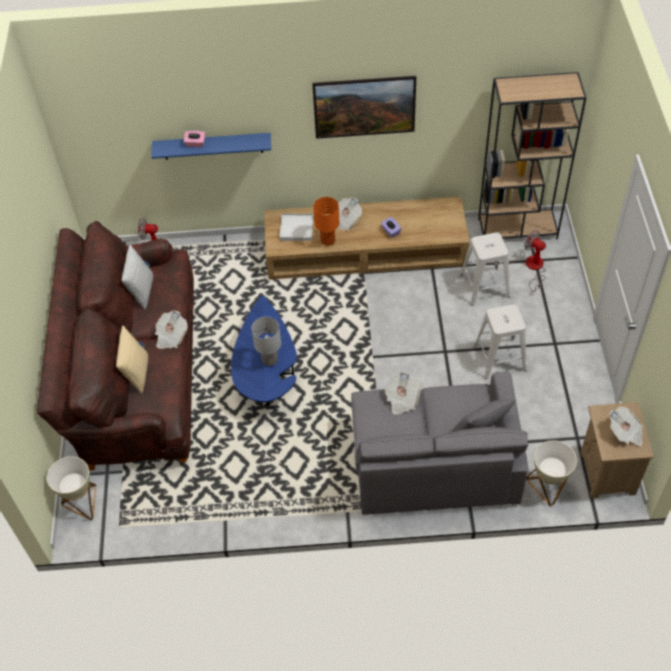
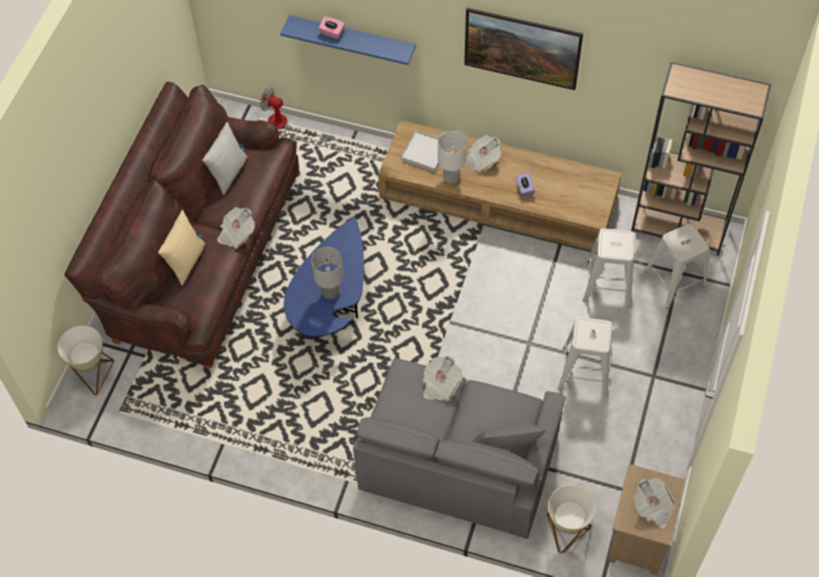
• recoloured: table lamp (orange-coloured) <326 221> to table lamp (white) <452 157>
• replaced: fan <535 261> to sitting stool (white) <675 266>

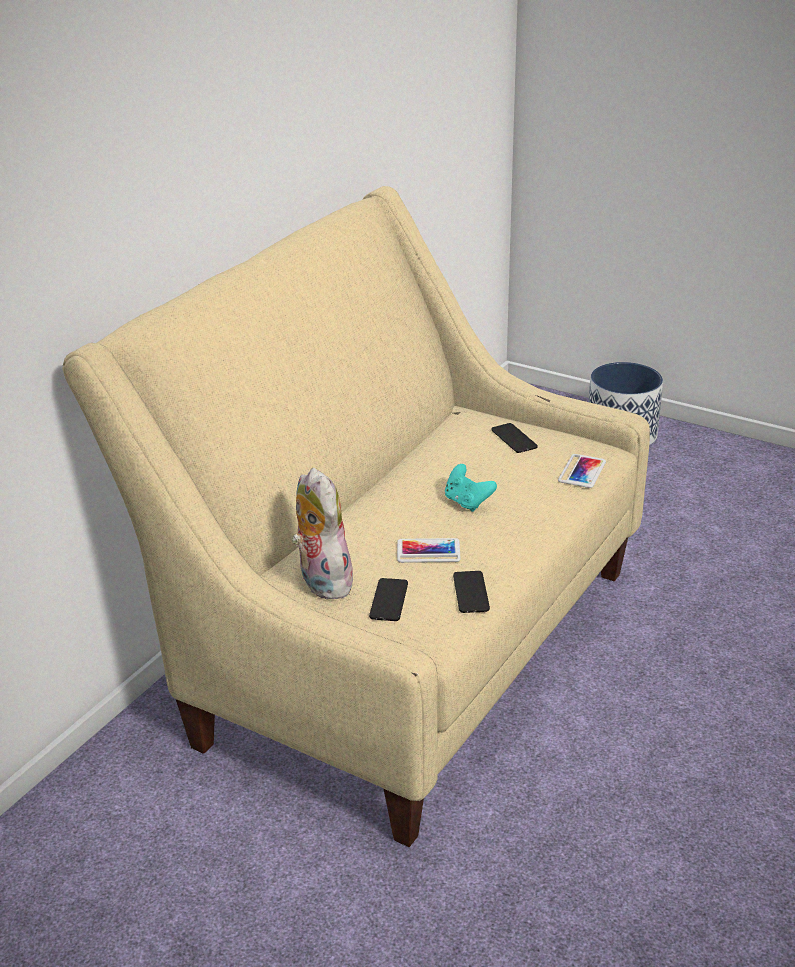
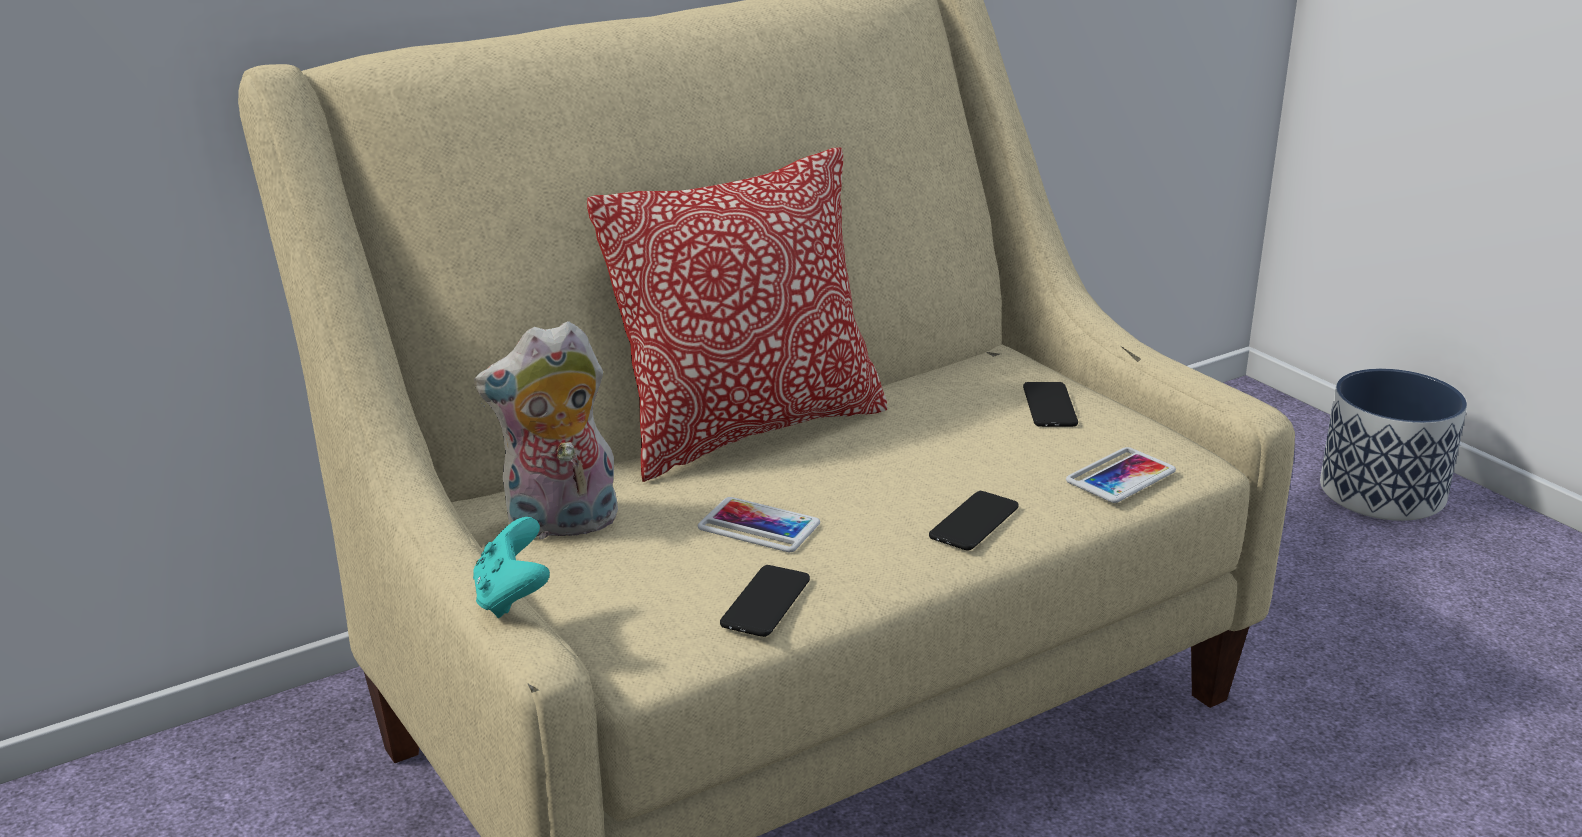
• turned: plush toy <323 534> = <546 430> 105 degrees counterclockwise
• moved: telephone <388 599> to <973 521>
• moved: gamepad (blue-green) <471 488> to <511 567>
• added: cushion <737 314>

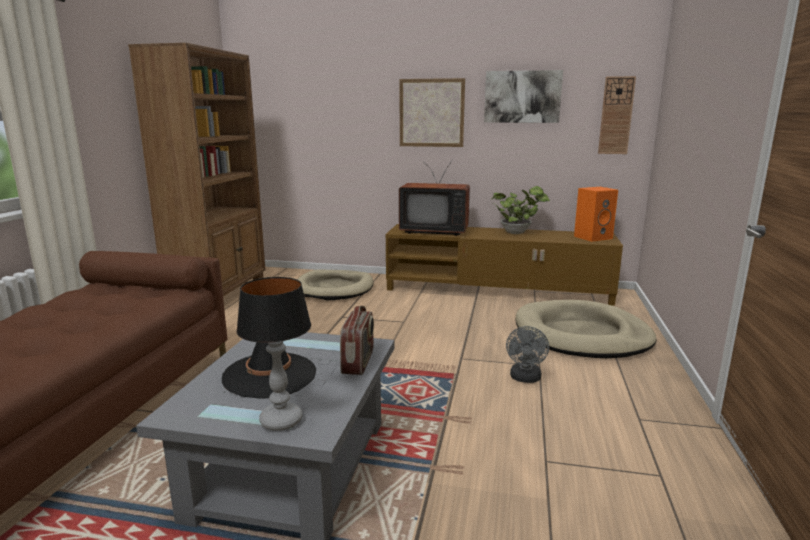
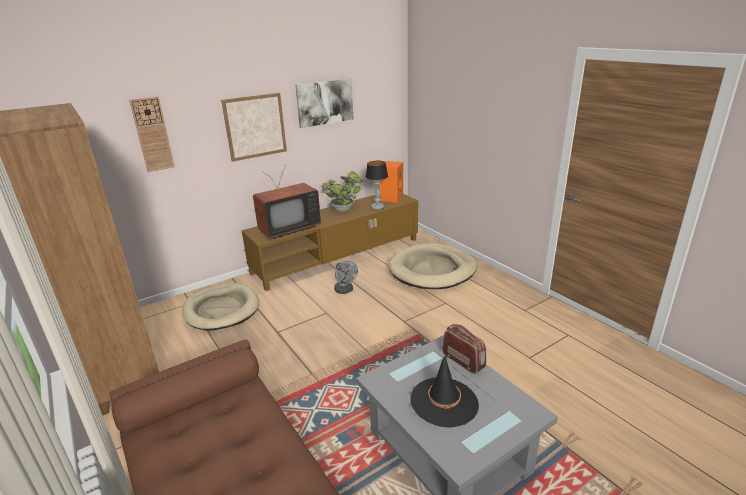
• moved: table lamp <273 354> to <376 185>
• moved: fan (greyish) <527 354> to <346 277>
• moved: hanging clock <617 115> to <152 134>

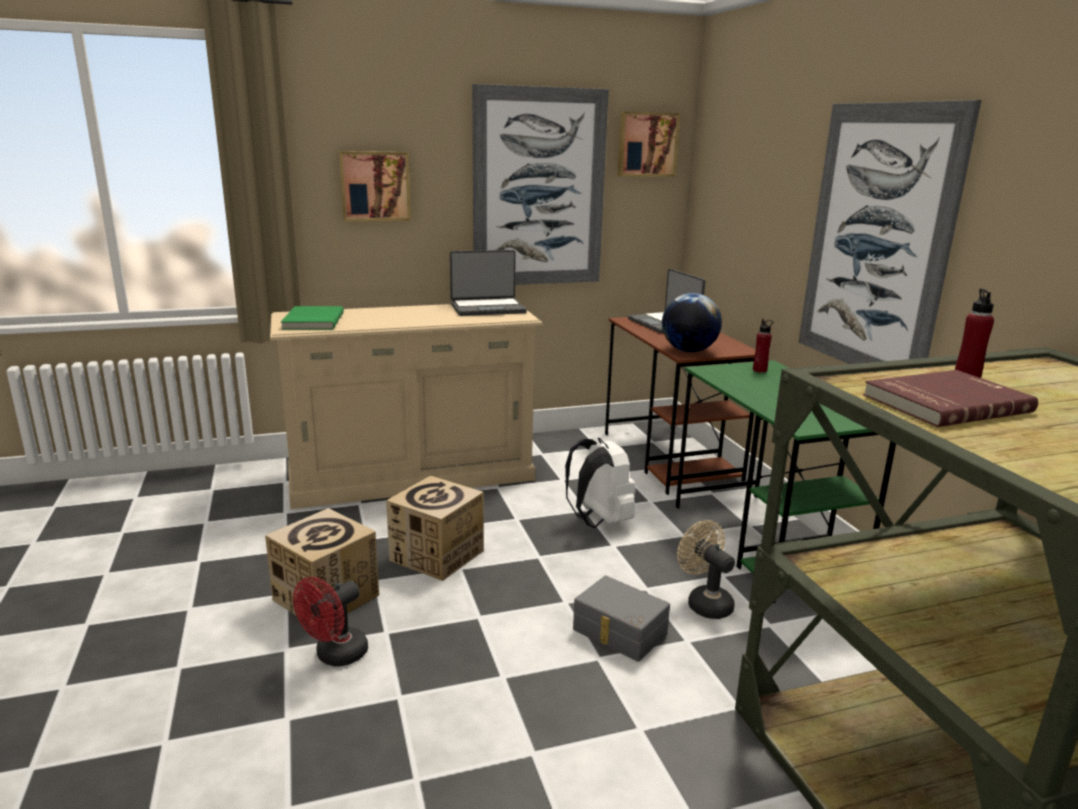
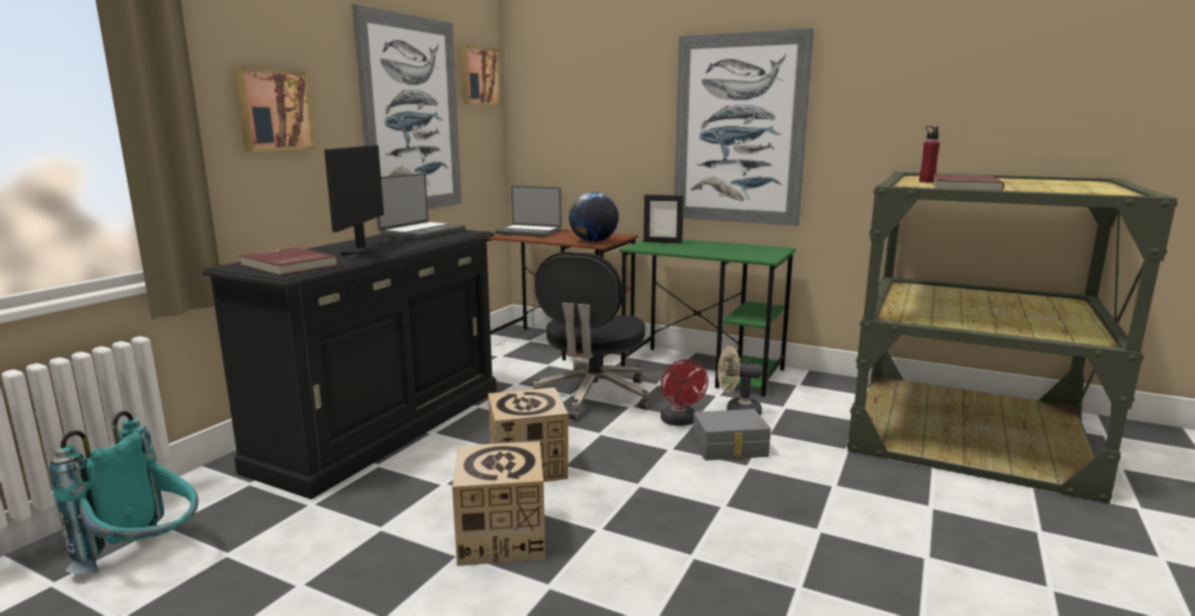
• recoloured: storage cabinet (beige) <406 406> to storage cabinet (blackish) <349 364>
• recoloured: book (green) <312 318> to book (red) <288 261>
• moved: fan (red) <330 622> to <684 393>
• replaced: rucksack (white) <600 483> to desk chair (blackish) <591 336>
• replaced: beverage bottle (red) <763 346> to photo frame <664 219>
• added: rucksack (blue-green) <123 492>
• added: computer display <363 200>

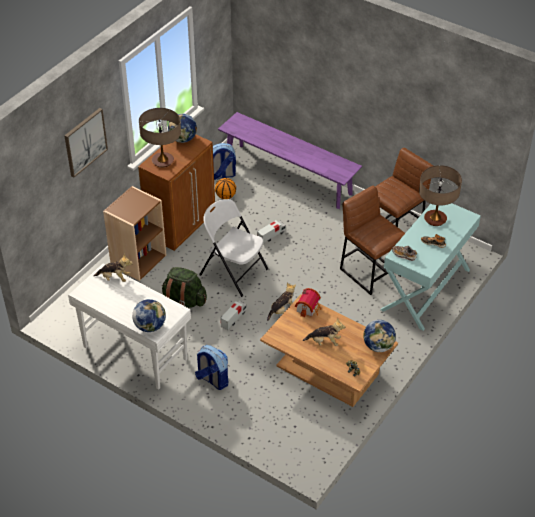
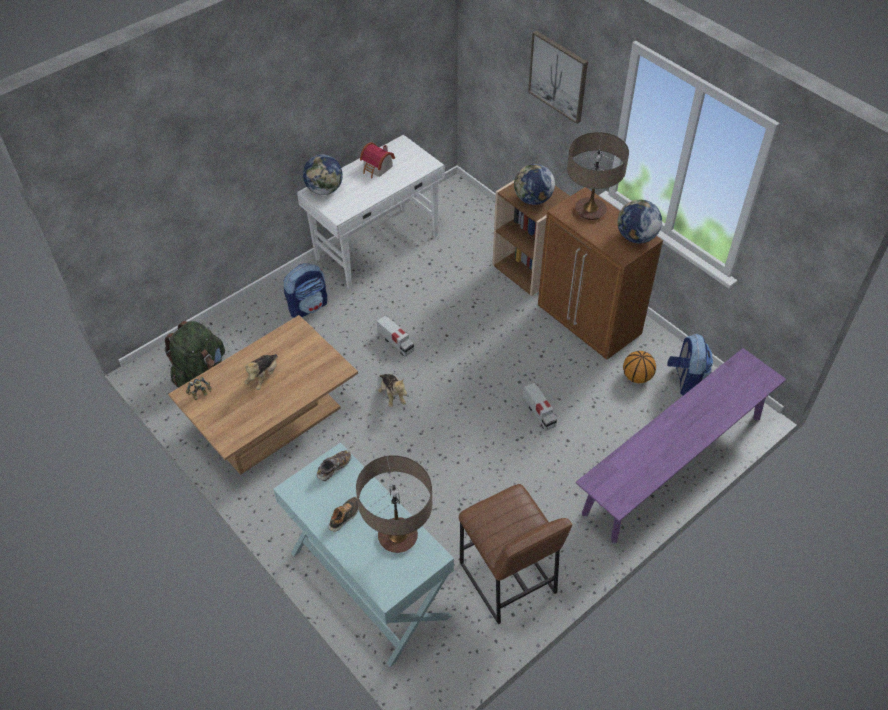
• removed: plush toy <113 268>
• moved: rucksack (green) <184 287> to <194 354>
• removed: plain chair (white) <233 248>
• moved: miniature house <308 303> to <377 160>
• removed: plain chair (brown-coloured) <372 240>
• moved: world globe <379 336> to <534 184>

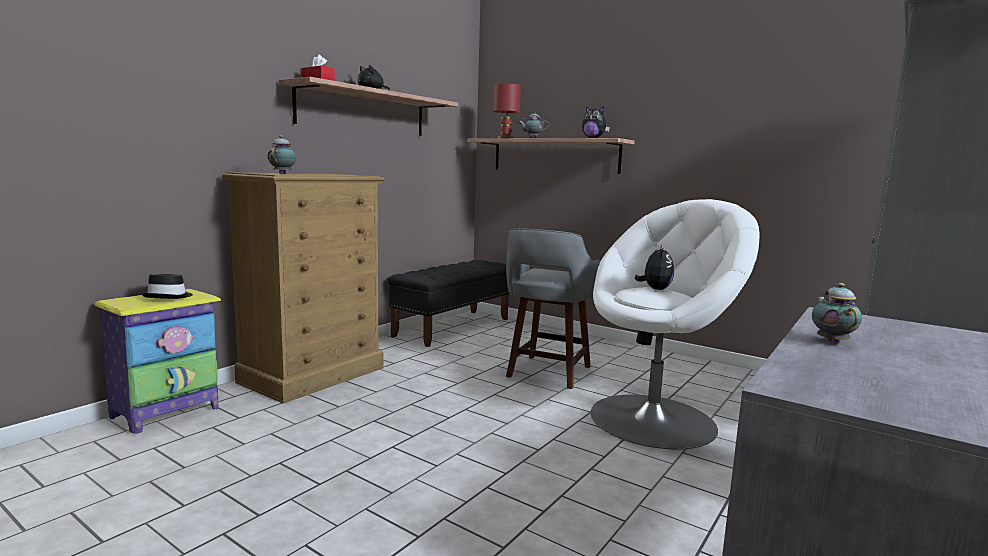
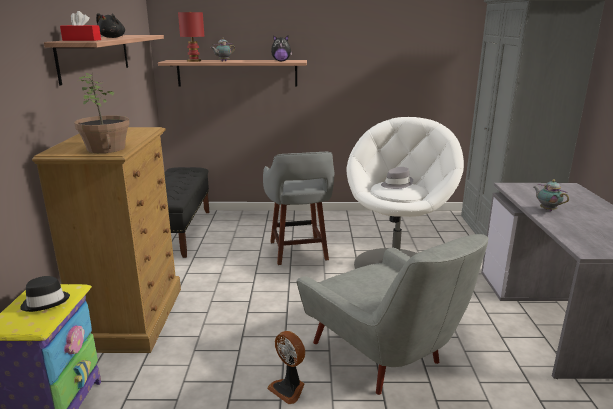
• replaced: tea pot <281 154> to plant in a pot <102 113>
• replaced: plush toy <654 268> to wearable hat (greyish) <397 178>
• added: fan <286 367>
• added: armchair (greyish) <392 314>

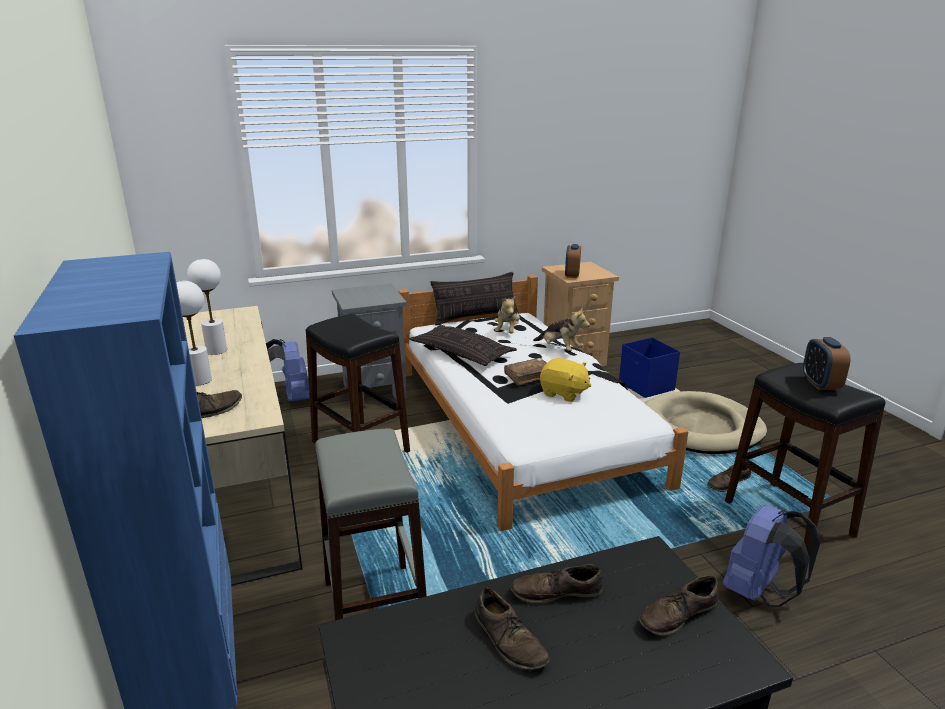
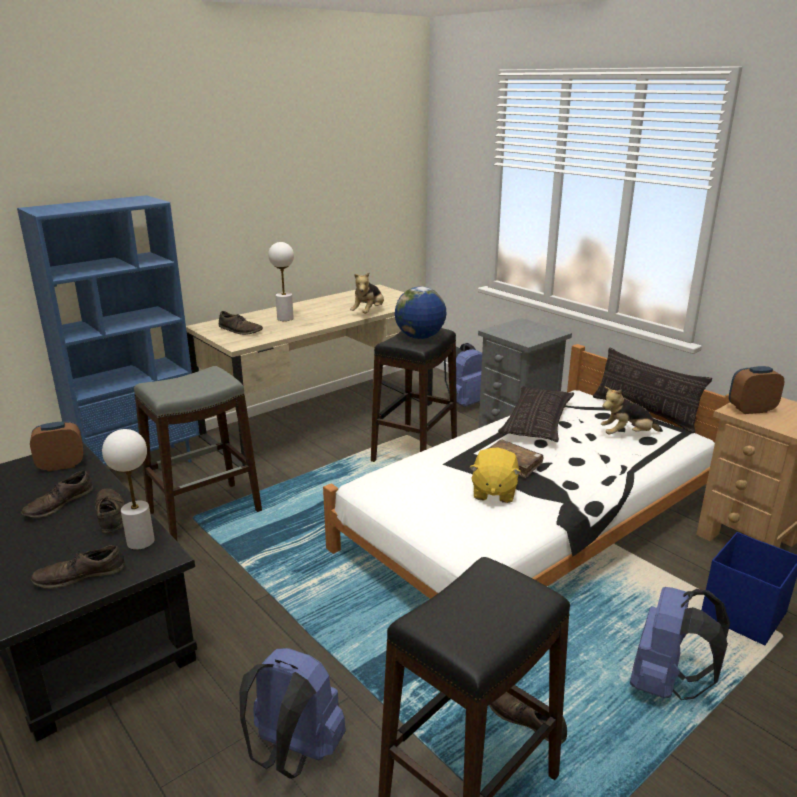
• moved: table lamp (white) <207 307> to <128 489>
• moved: plush toy <561 329> to <367 293>
• turned: item of footwear (brown-coloured) <679 606> = <78 566> 60 degrees counterclockwise
• replaced: dog cushion (beige) <705 422> to rucksack (blue-coloured) <680 643>
• moved: table clock <827 363> to <56 446>
• added: world globe <421 313>

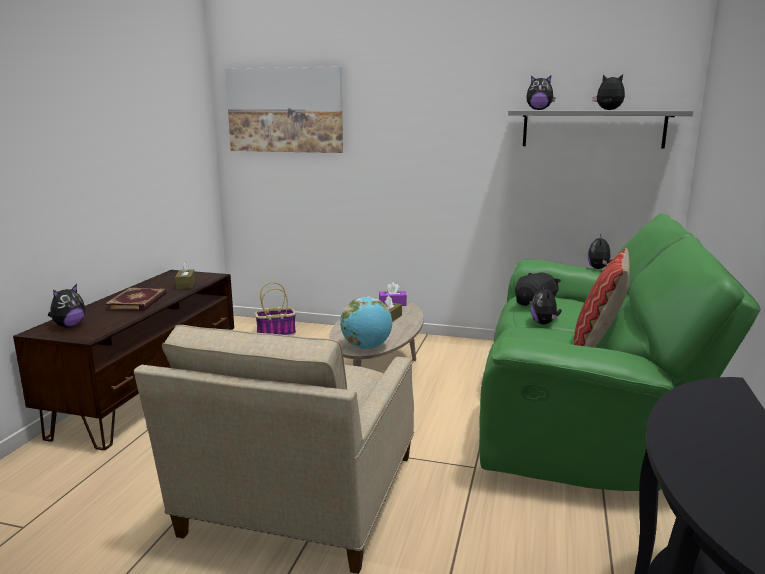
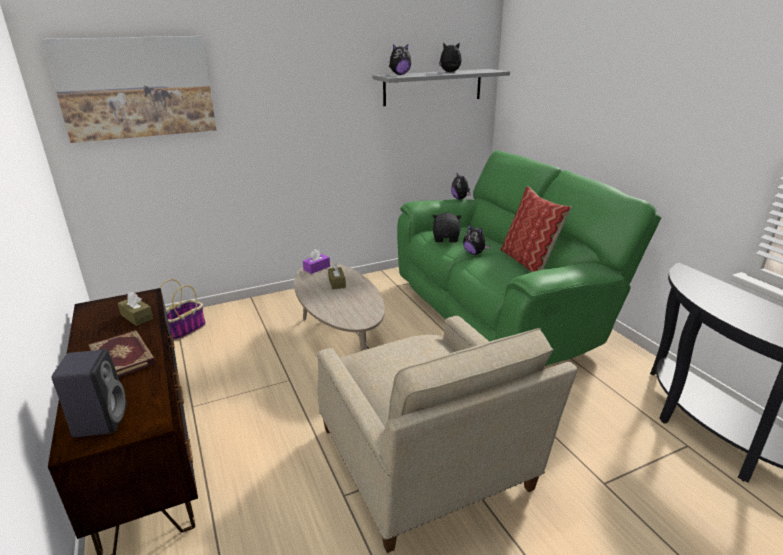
• replaced: plush toy <66 306> to loudspeaker (blackish) <89 393>
• removed: world globe <366 323>

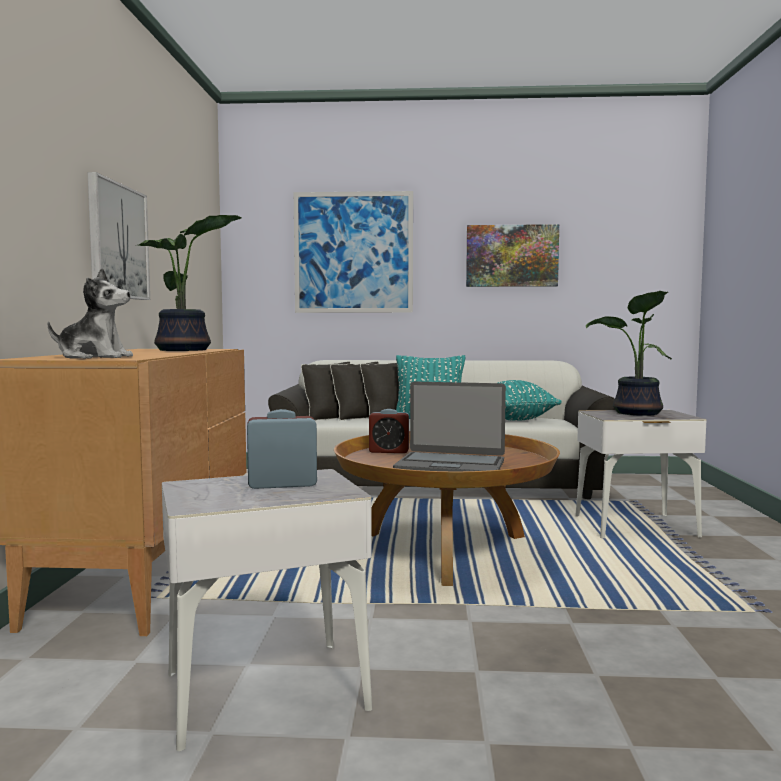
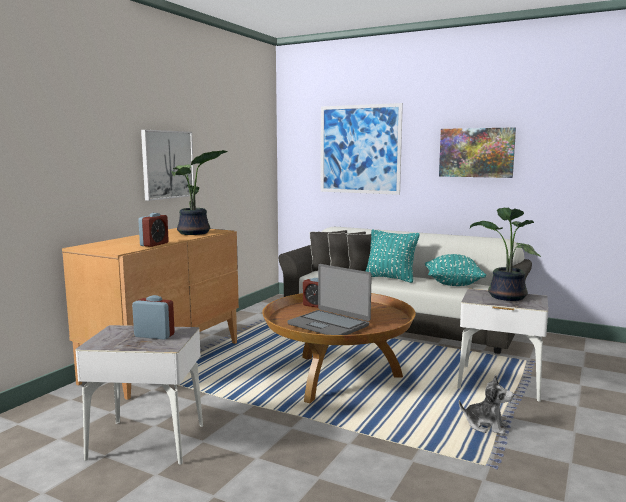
• moved: plush toy <90 313> to <486 405>
• added: table clock <153 230>

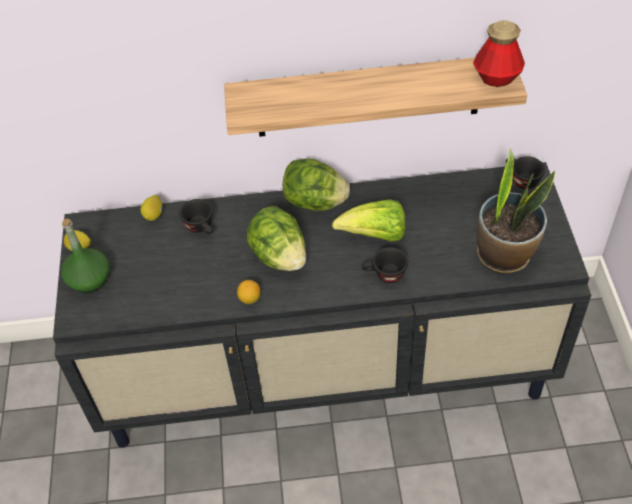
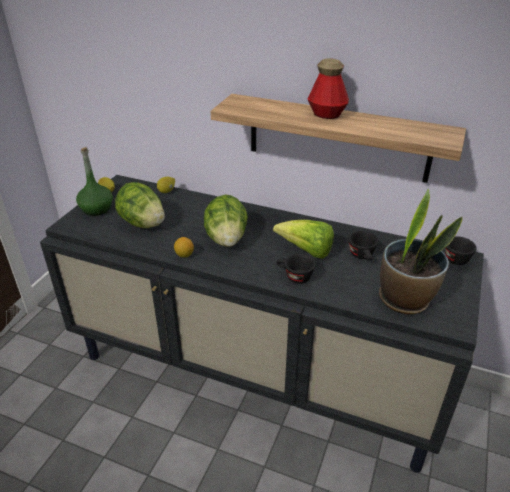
• moved: small cup (blackish) <196 216> to <363 246>
• moved: lettuce head <316 184> to <140 205>
• moved: beverage bottle <499 53> to <328 88>

